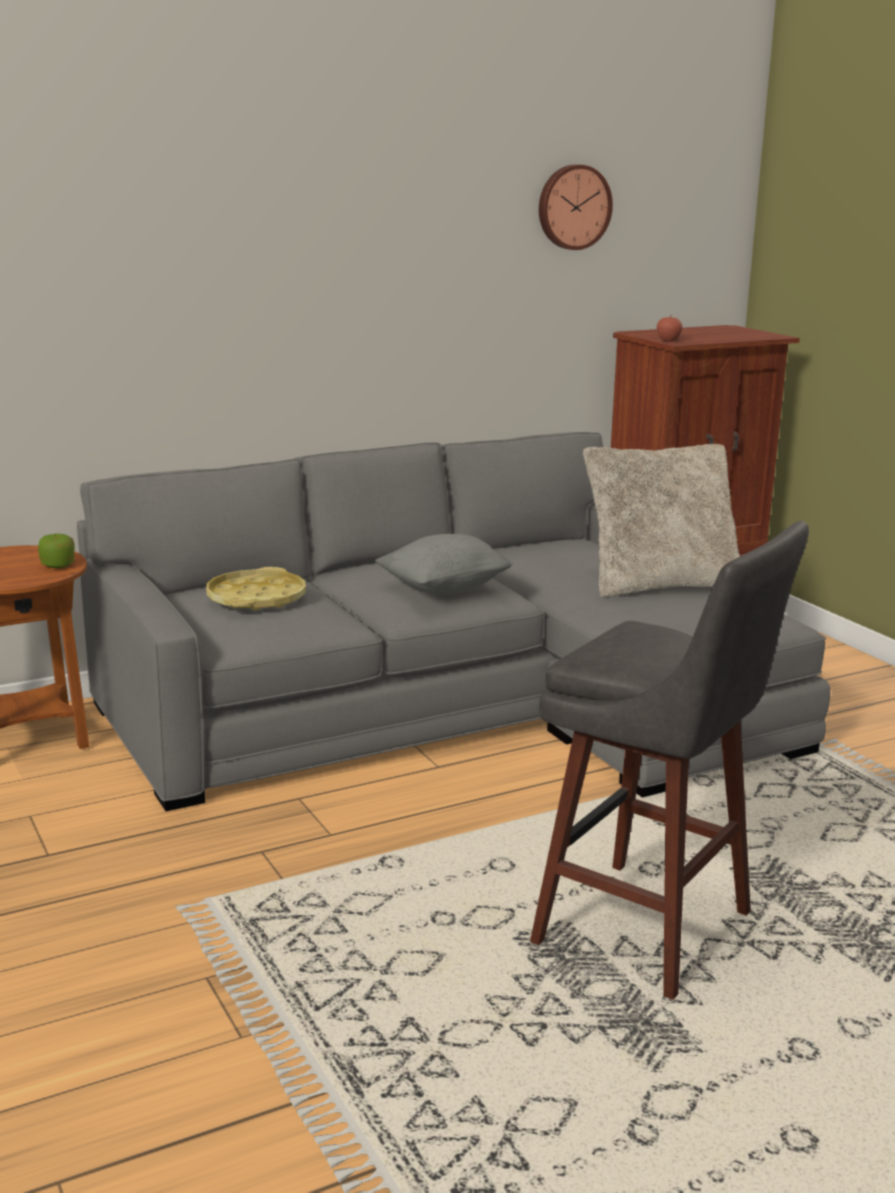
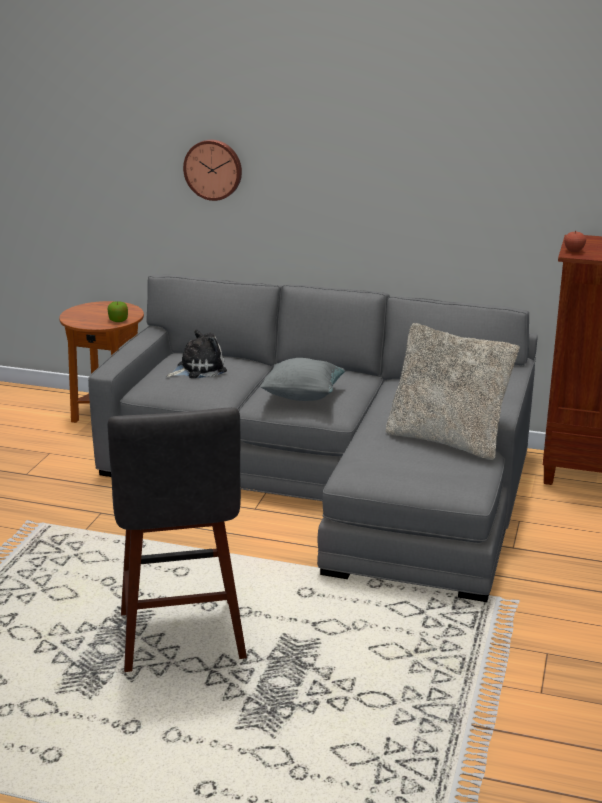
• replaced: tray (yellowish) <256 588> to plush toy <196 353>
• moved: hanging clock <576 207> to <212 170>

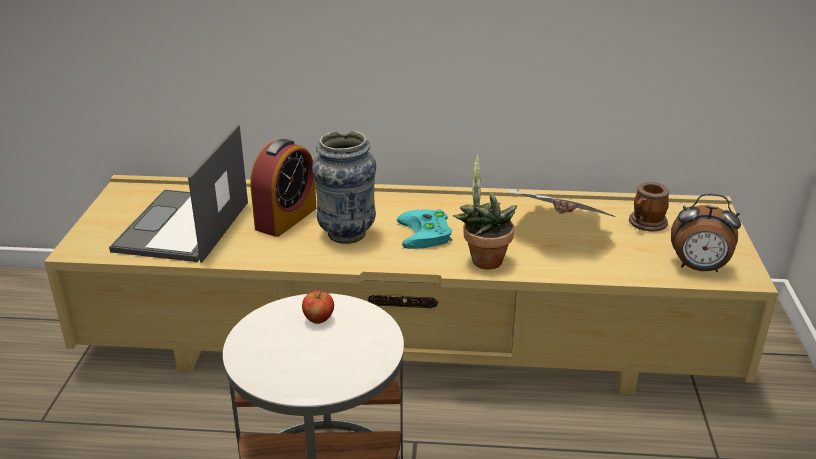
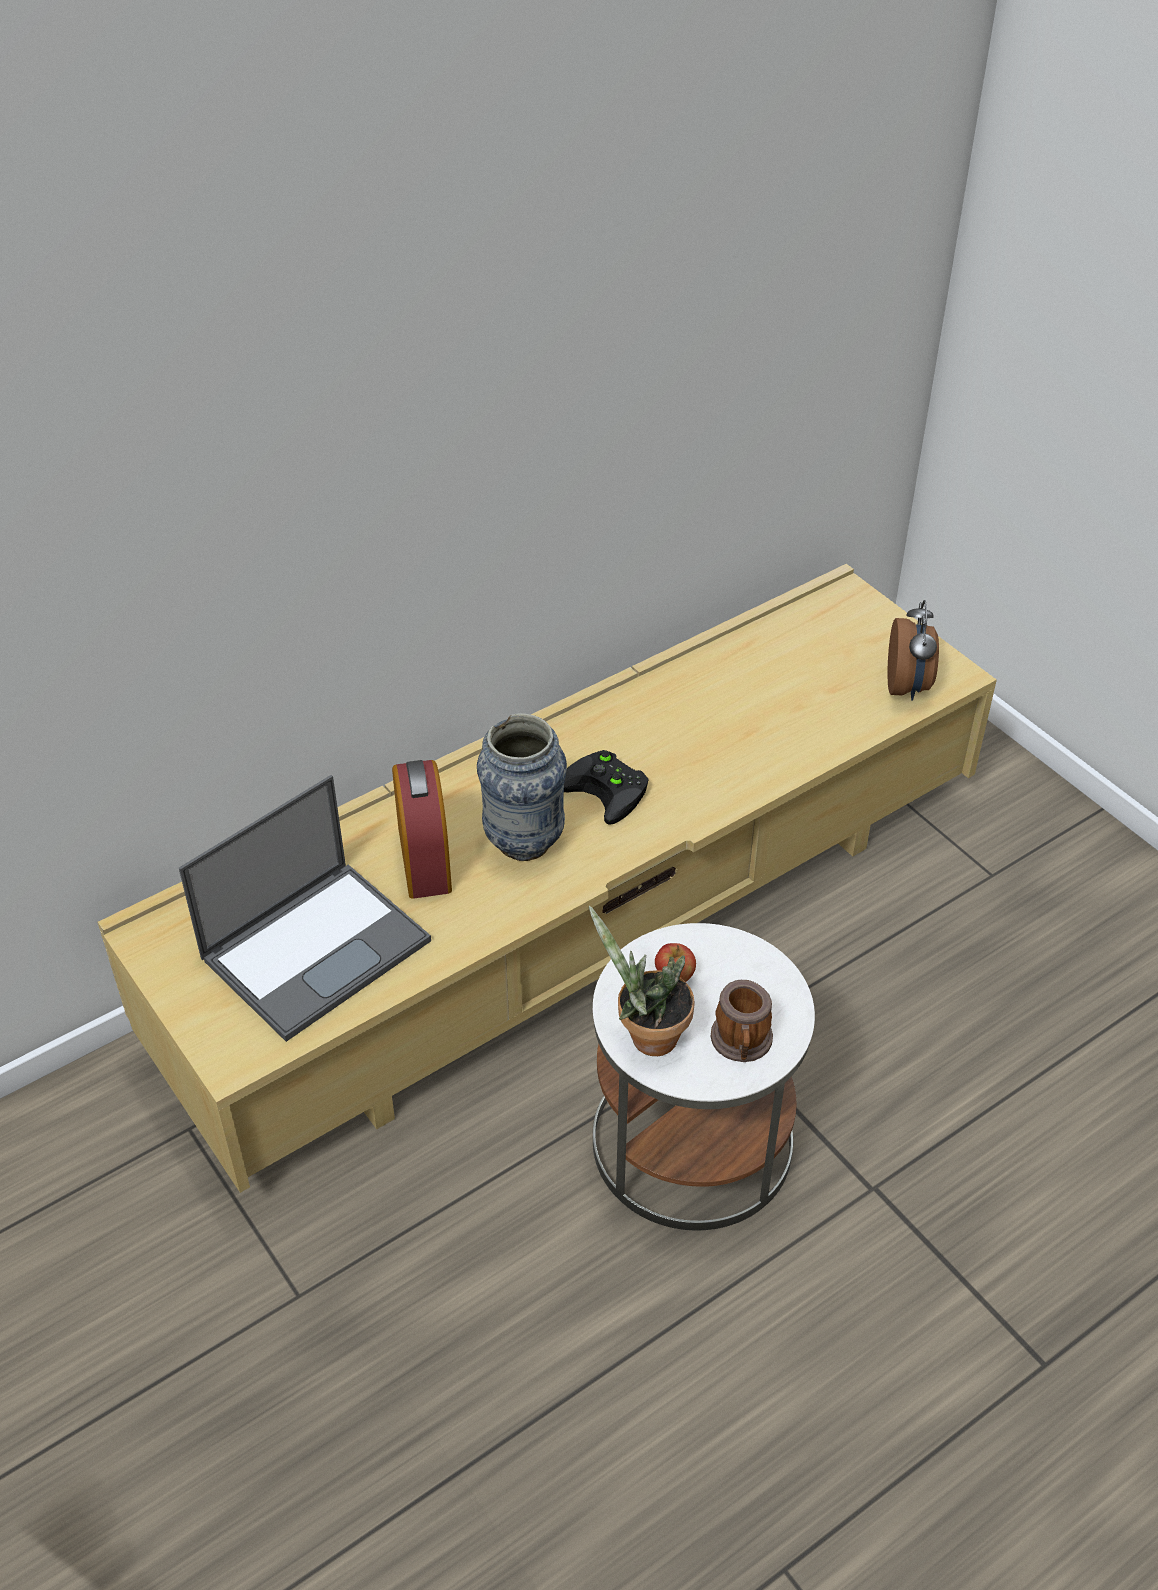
• turned: portable computer <178 193> = <305 908> 105 degrees counterclockwise
• recoloured: gamepad (blue-green) <424 229> to gamepad (blackish) <606 787>
• moved: plant in a pot <485 212> to <641 980>
• removed: printed paper <561 203>
• moved: mug <649 207> to <742 1021>
• turned: table clock <706 233> = <913 650> 60 degrees counterclockwise

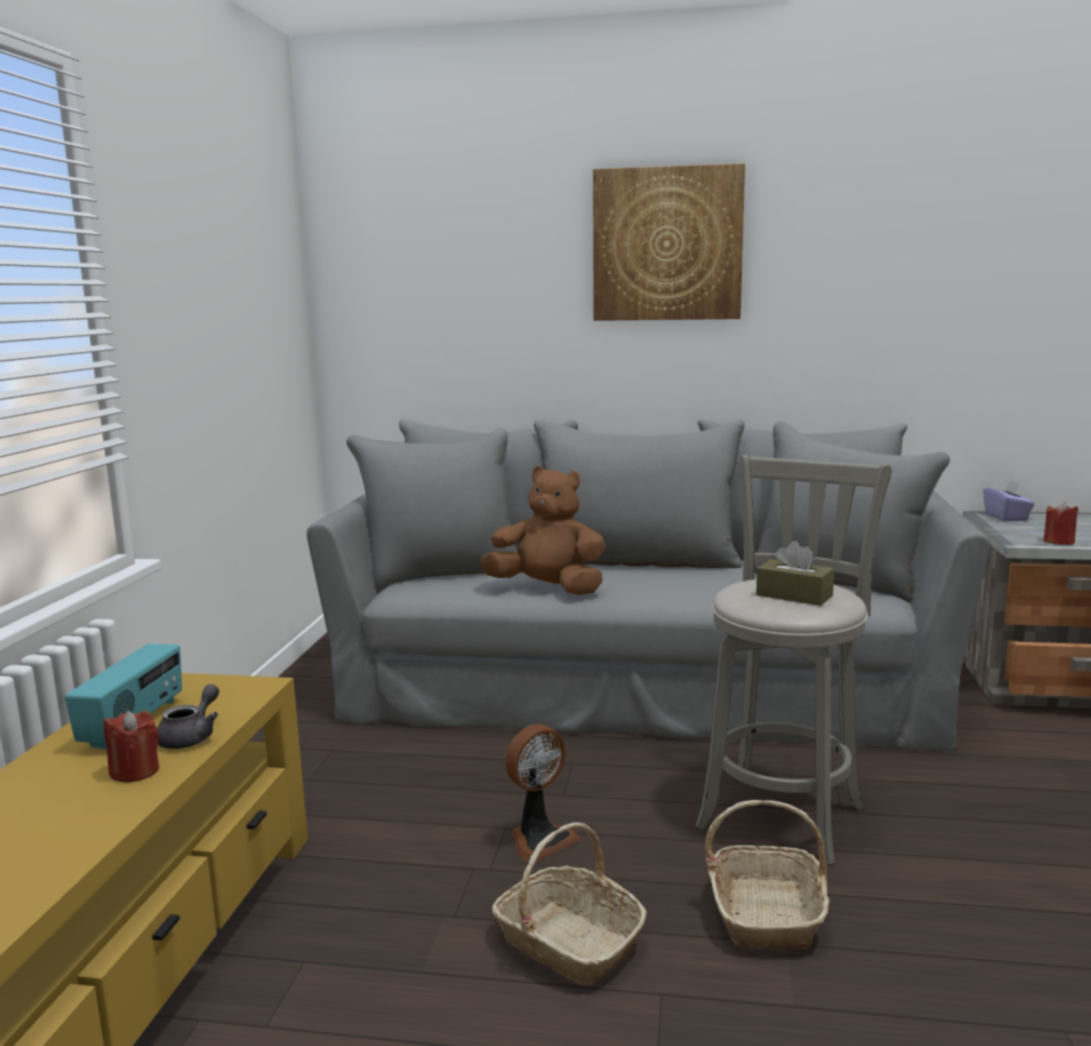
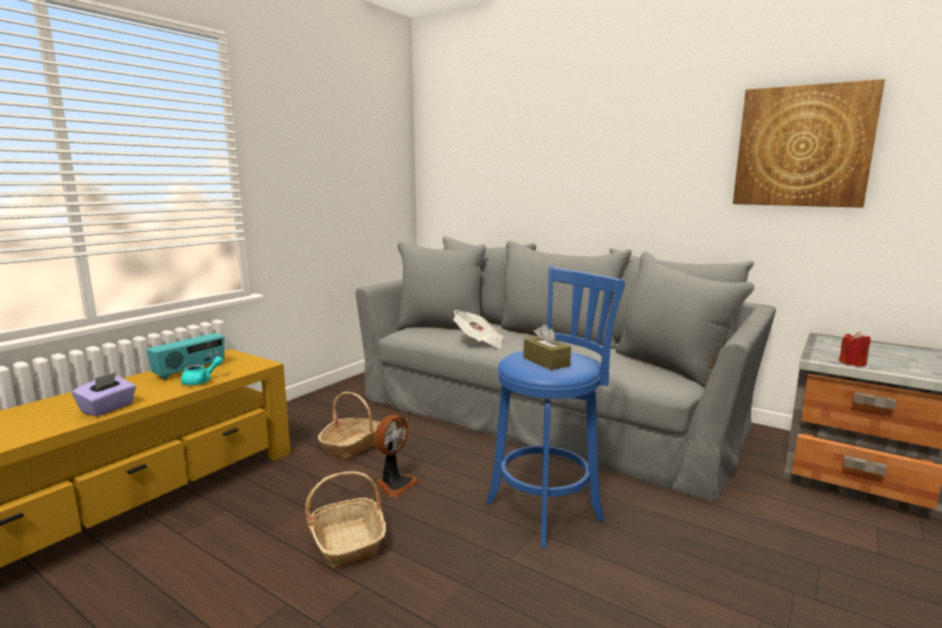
• removed: wax candle (red) <131 746>
• recoloured: tea pot (greyish) <188 716> to tea pot (blue-green) <202 371>
• replaced: plush toy (brown-coloured) <543 530> to printed paper <479 329>
• turned: fan <542 793> = <396 456> 45 degrees counterclockwise
• moved: wall art <669 242> to <809 143>
• recoloured: sitting stool (greyish) <794 660> to sitting stool (blue-coloured) <555 407>
• moved: basket <767 875> to <349 425>
• moved: tissue holder (purple) <1008 501> to <104 394>

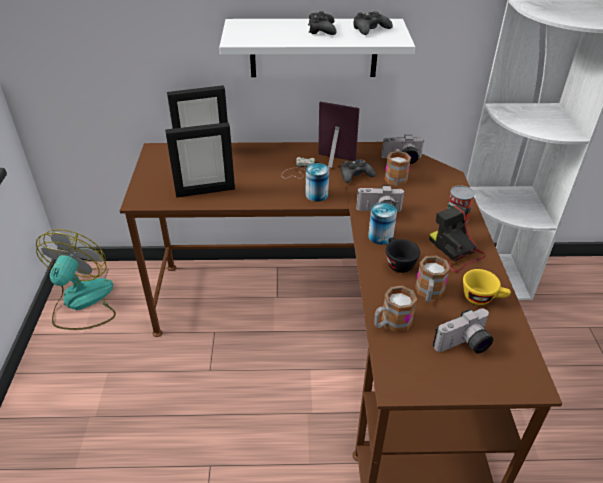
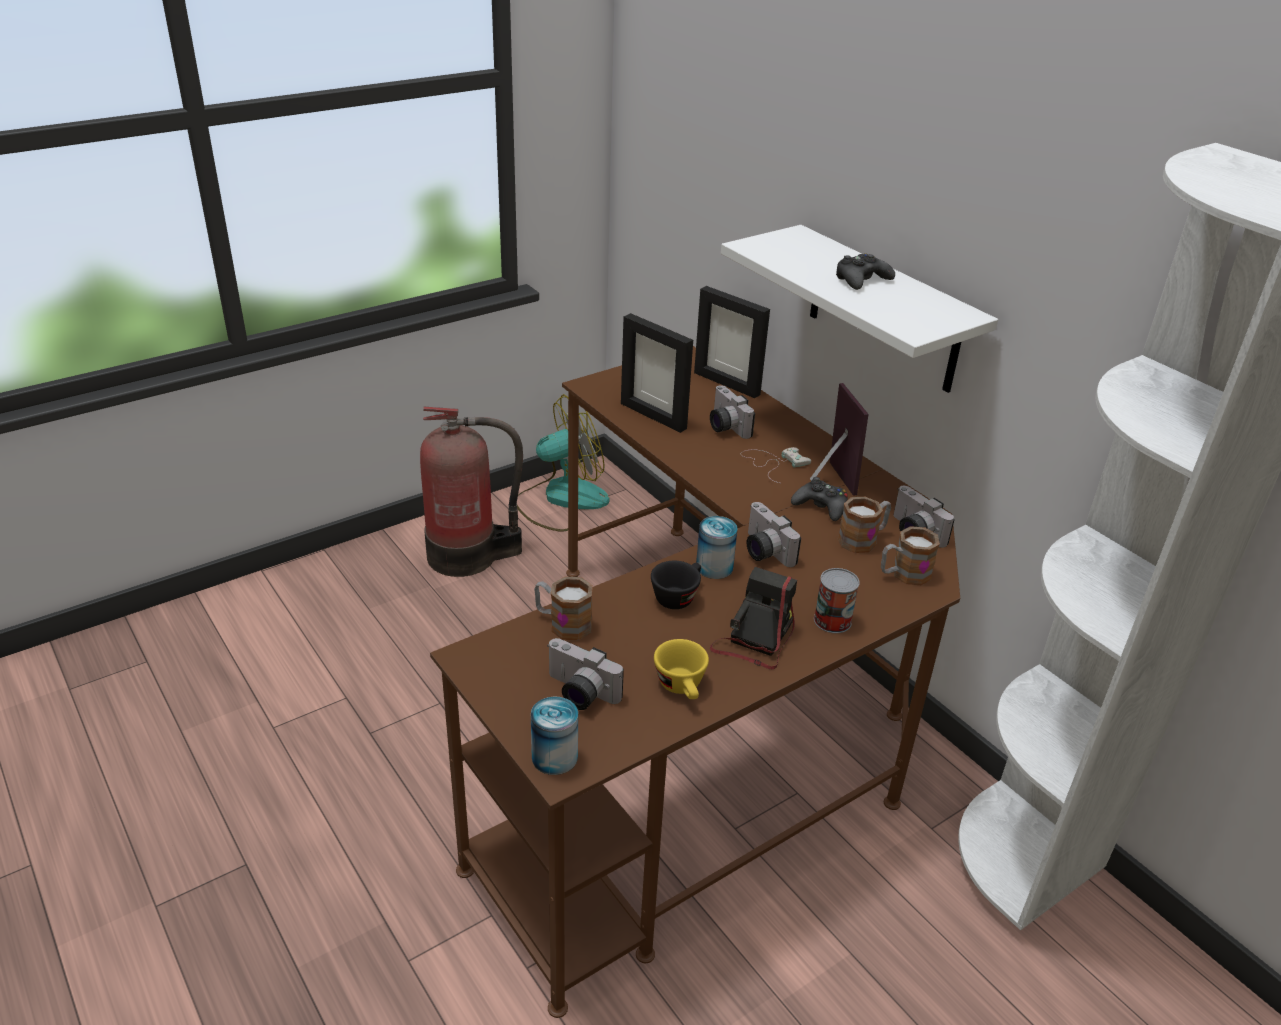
• moved: can <317 182> to <554 736>
• removed: gamepad (blackish) <373 23>
• moved: mug <432 279> to <910 555>
• added: extinguisher <471 492>
• added: photo camera <732 412>

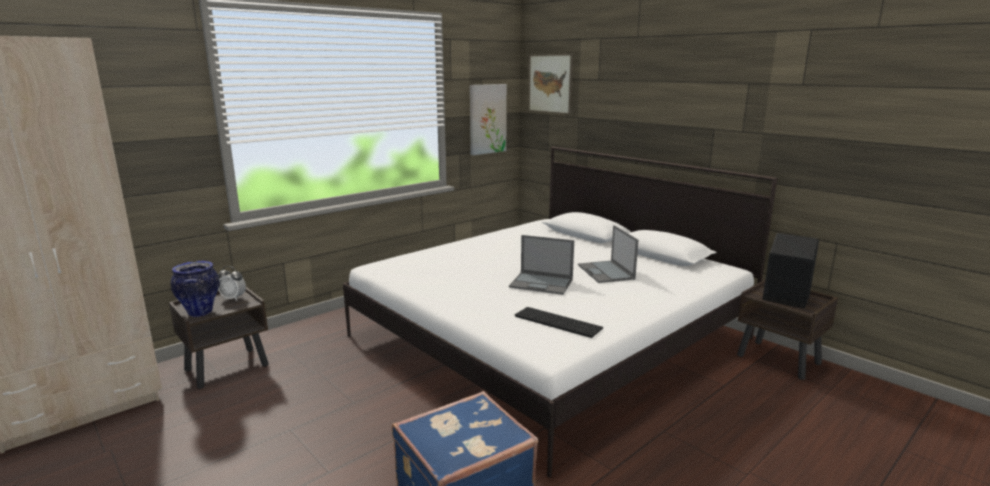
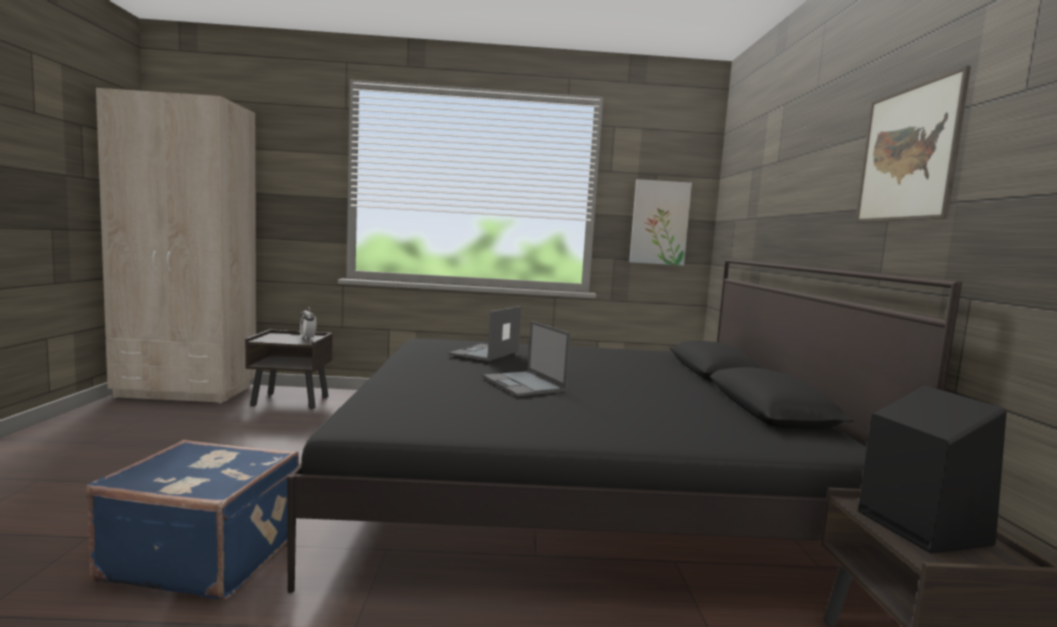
• removed: vase <195 289>
• recoloured: sleeping bed (white) <560 312> to sleeping bed (blackish) <624 426>
• removed: computer keyboard <559 322>
• moved: wall art <550 84> to <913 144>
• moved: portable computer <608 254> to <485 333>

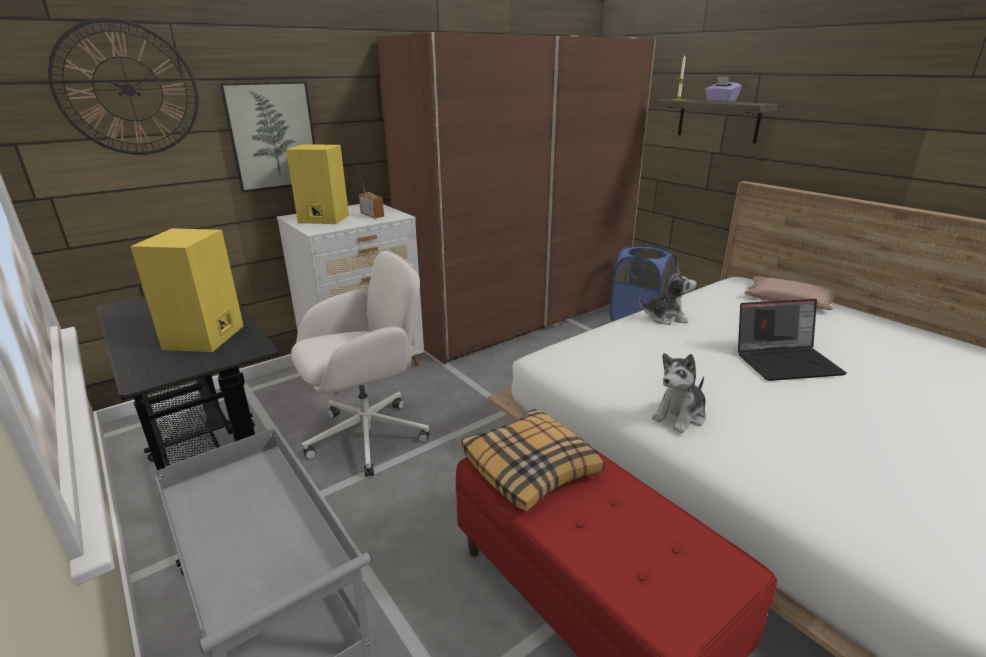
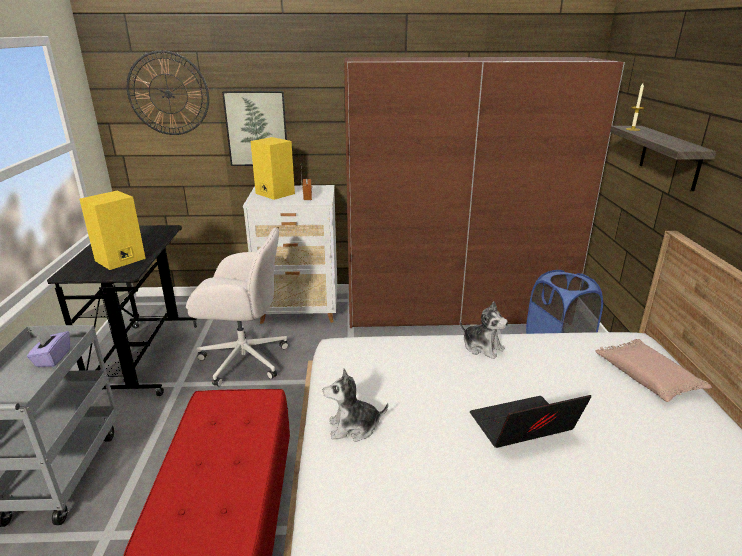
• removed: cushion <533 460>
• moved: tissue holder (purple) <723 89> to <48 348>
• turned: portable computer <792 340> = <530 421> 135 degrees clockwise

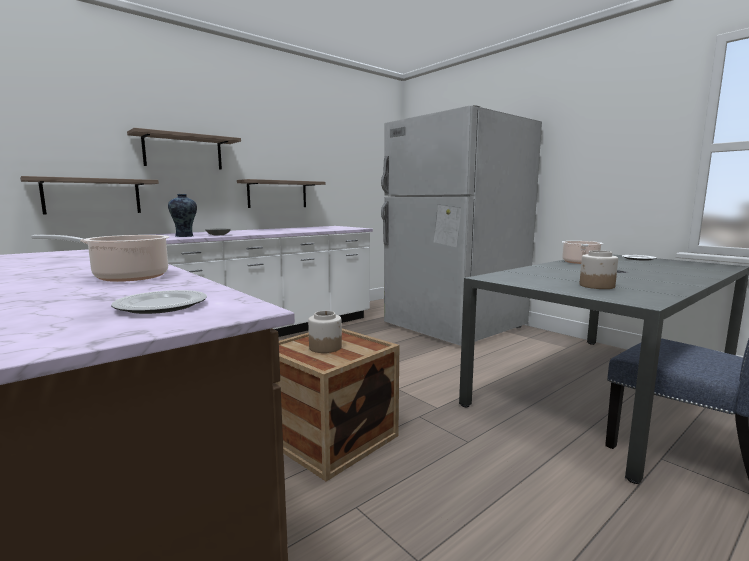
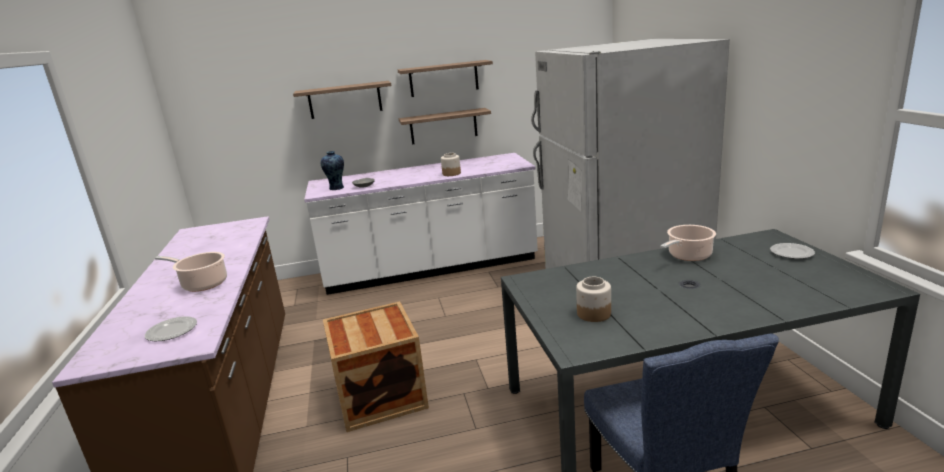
• moved: shelf <89 195> to <445 78>
• moved: storage jar <325 332> to <451 164>

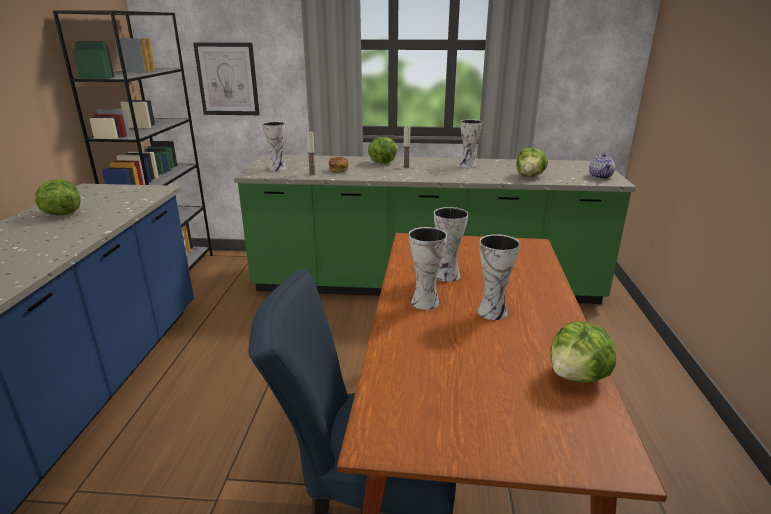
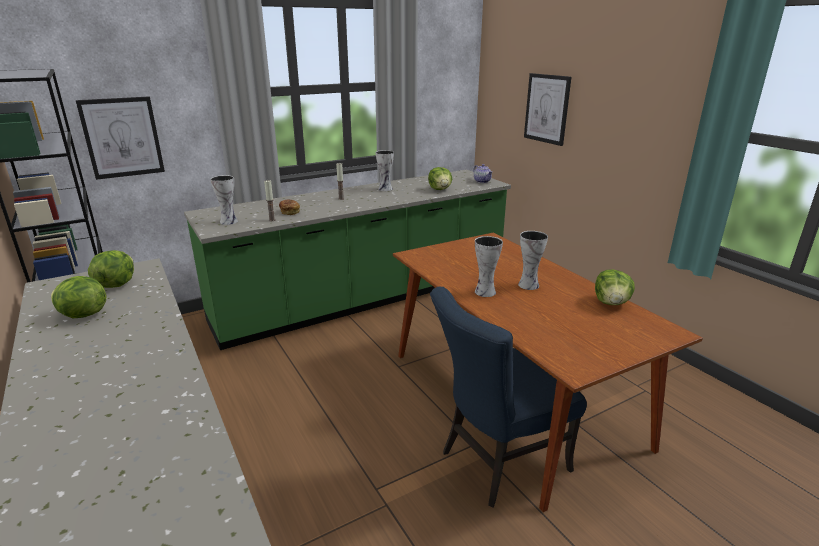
• moved: lettuce head <383 150> to <111 269>
• removed: vase <451 244>
• added: wall art <547 109>

